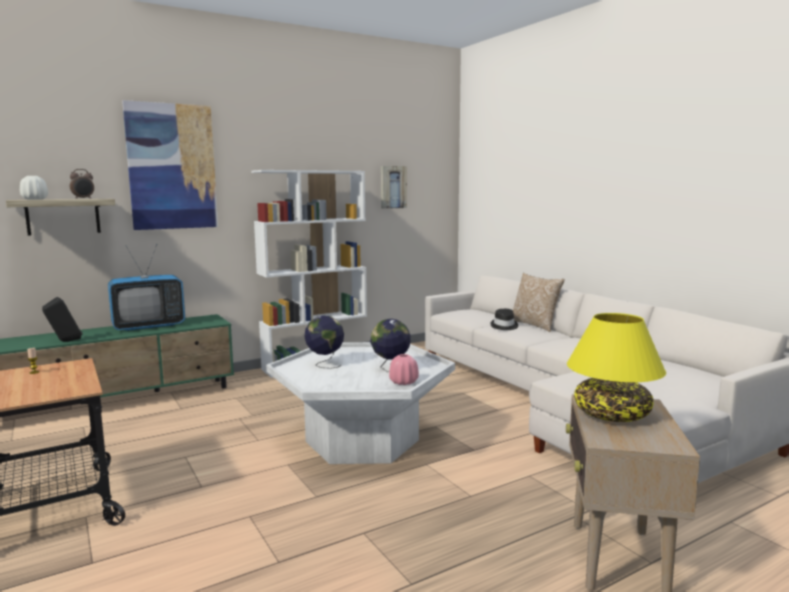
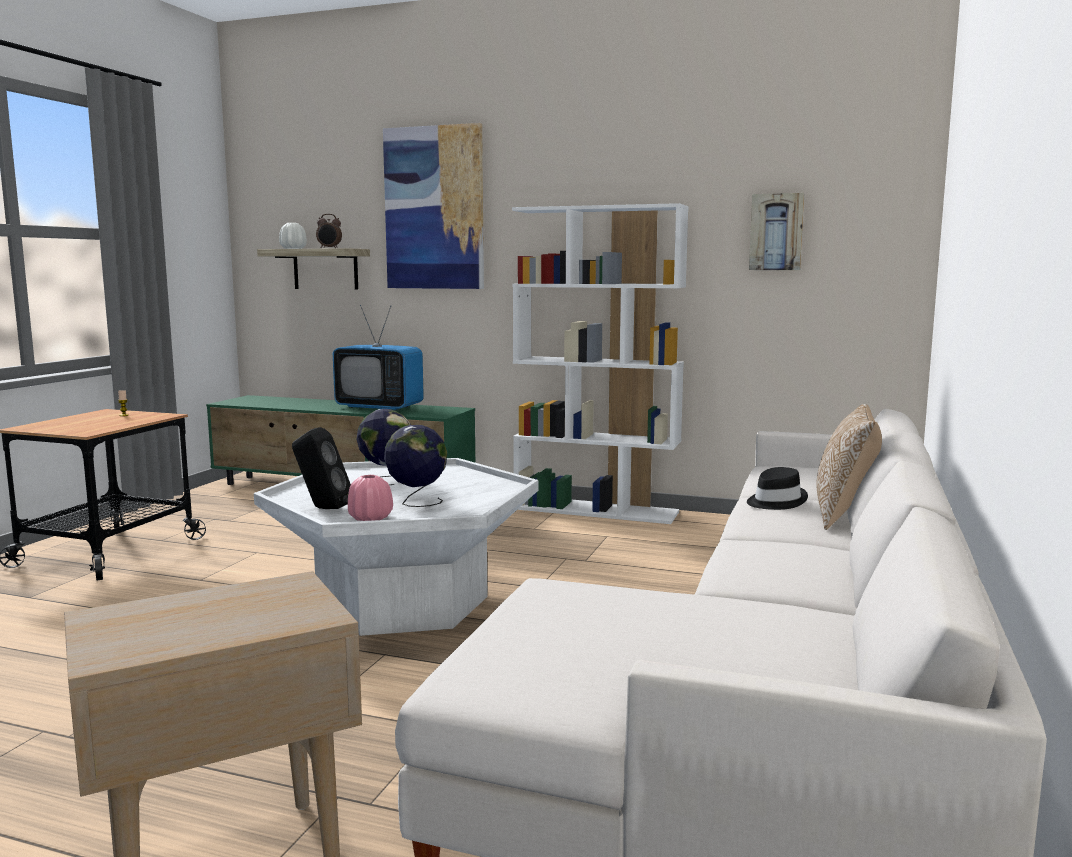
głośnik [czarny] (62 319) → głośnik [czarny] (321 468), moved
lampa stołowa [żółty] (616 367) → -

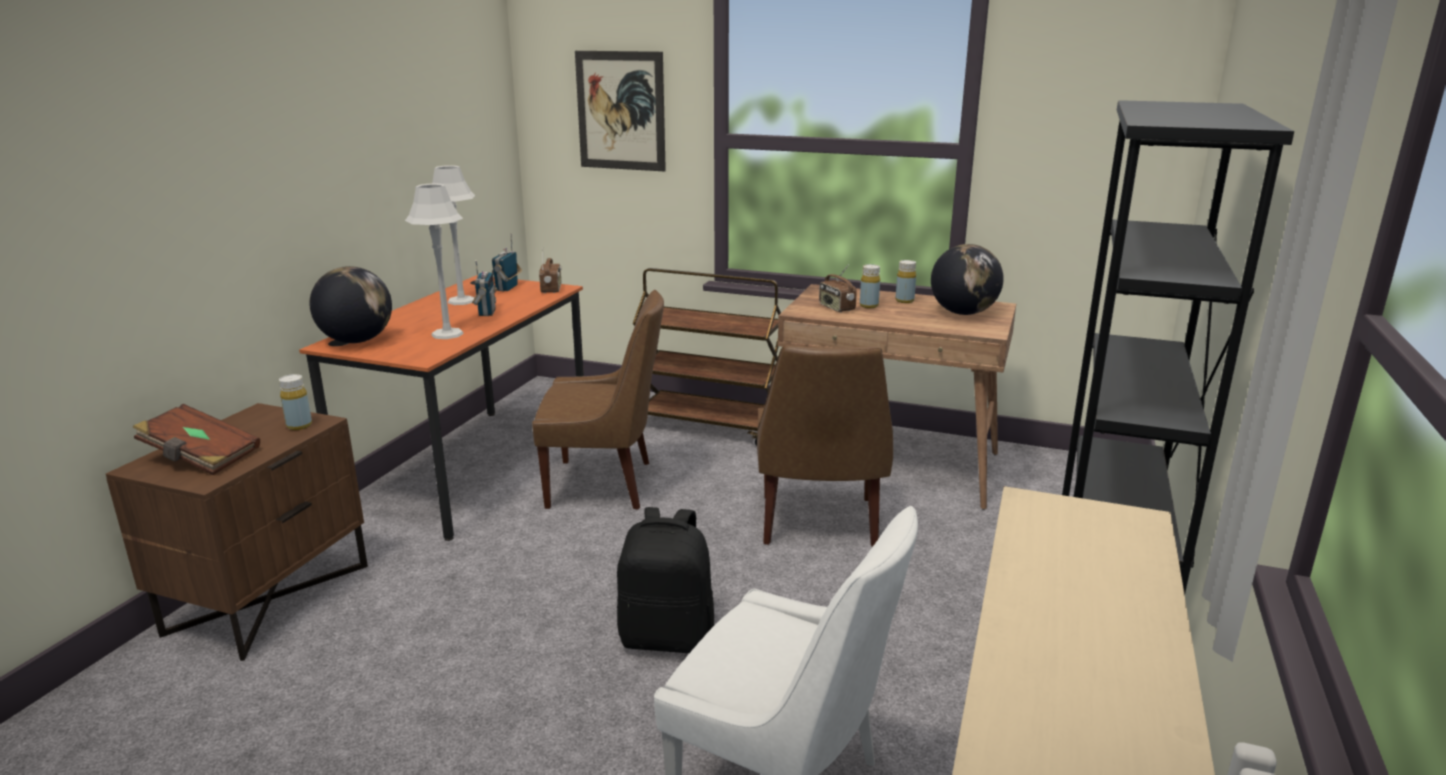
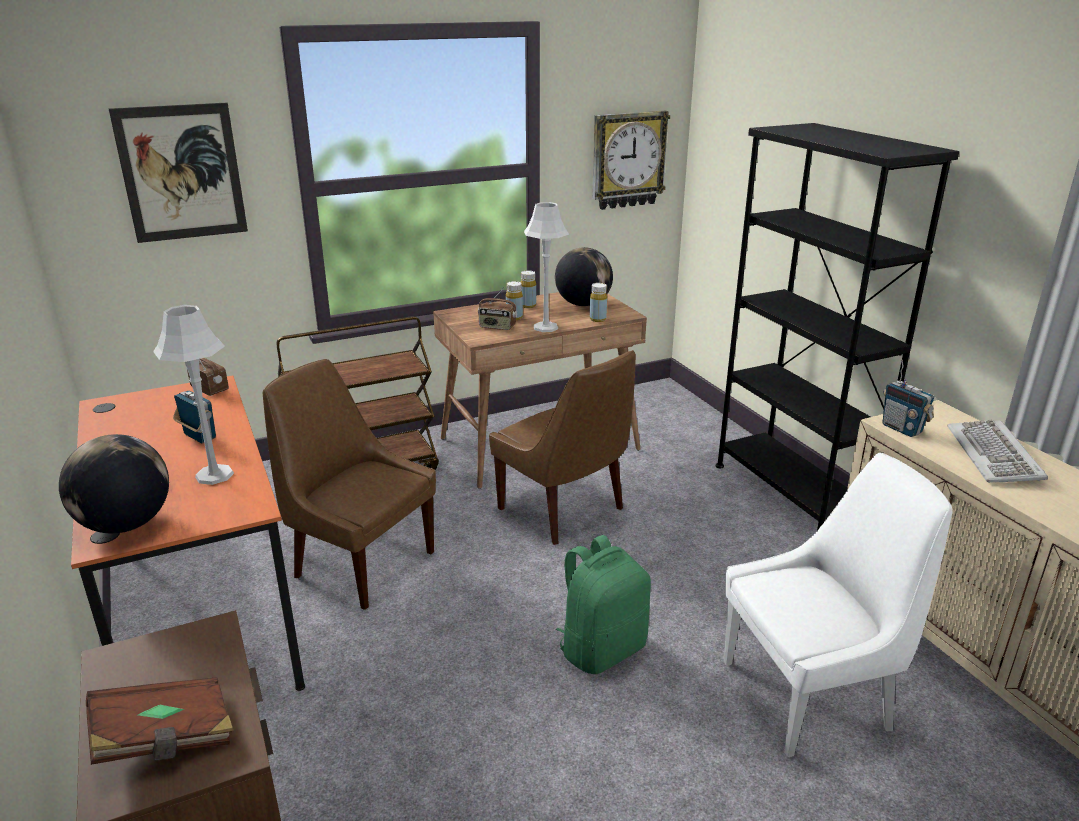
butelka [żółty] (295 402) → butelka [żółty] (598 302), moved
lampa stołowa [szary] (453 235) → lampa stołowa [szary] (546 267), moved
radio (507 262) → radio (908 398), moved
krzesło [brązowy] (598 400) → krzesło [brązowy] (349 484), 105 degrees counterclockwise
plecak [czarny] (665 580) → plecak [zielony] (603 604)
- → zegar ścienny (631 160)
- → klawiatura (997 451)

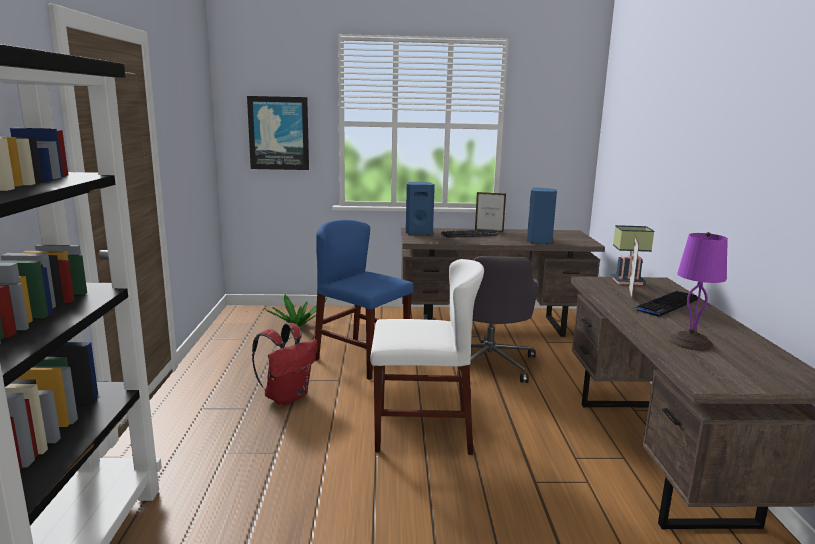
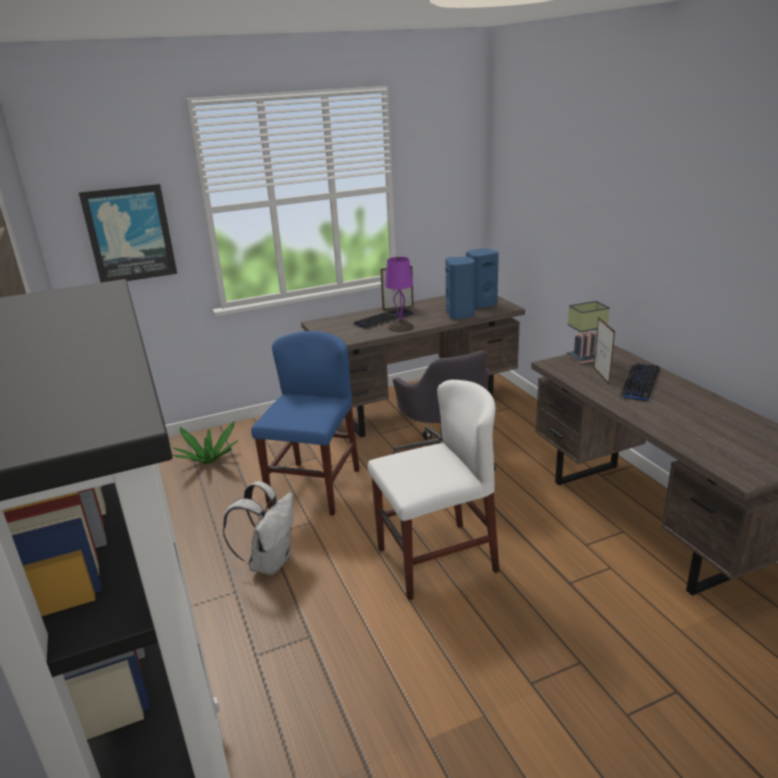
plecak [czerwony] (285 364) → plecak [biały] (258 528)
krzesło [niebieski] (364 300) → krzesło [niebieski] (305 423), 90 degrees clockwise
głośnik [niebieski] (420 208) → głośnik [niebieski] (482 279), moved
lampa stołowa [fioletowy] (698 291) → lampa stołowa [fioletowy] (399 294), moved

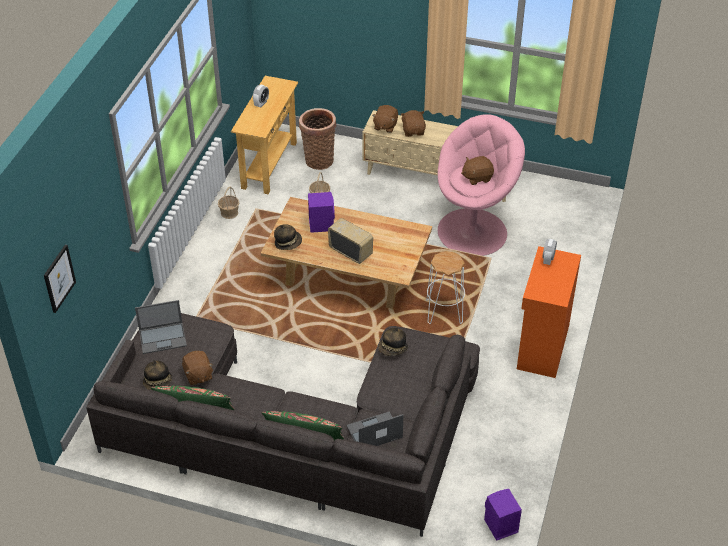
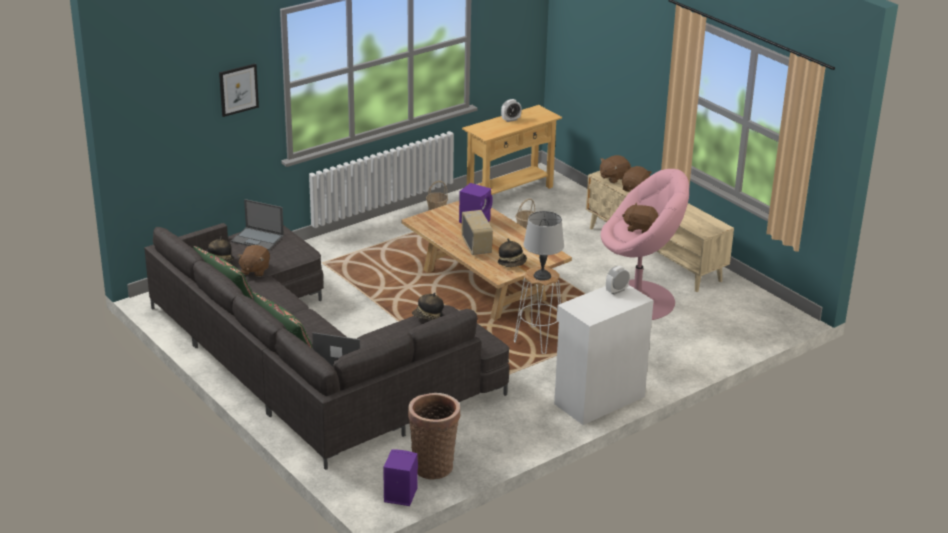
obraz (60 279) → obraz (239 90), moved
kapelusz (288 237) → kapelusz (512 253), moved
koszyk (317 139) → koszyk (434 436), moved
szafka [pomarańczowy] (549 312) → szafka [biały] (604 355)
- → lampa stołowa [szary] (544 246)

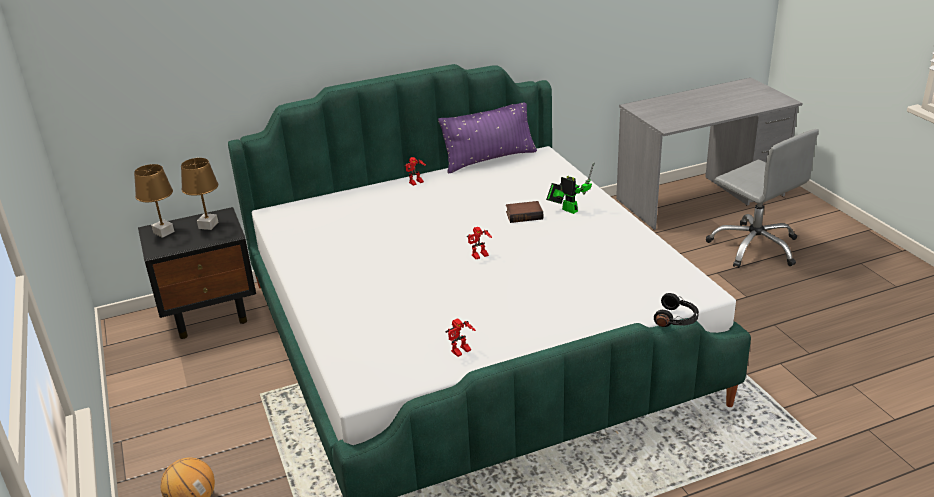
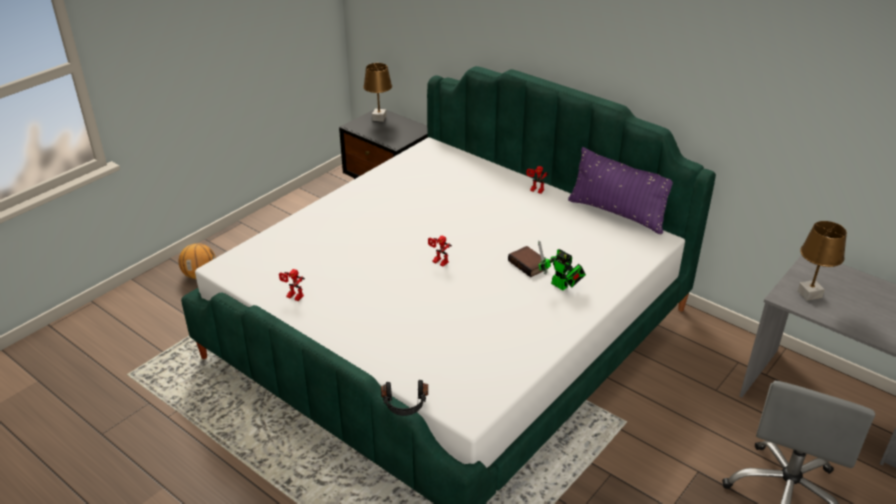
lampa stołowa [brązowy] (200 194) → lampa stołowa [brązowy] (822 261), moved
robot zabawkowy (570 188) → robot zabawkowy (562 265), 120 degrees clockwise

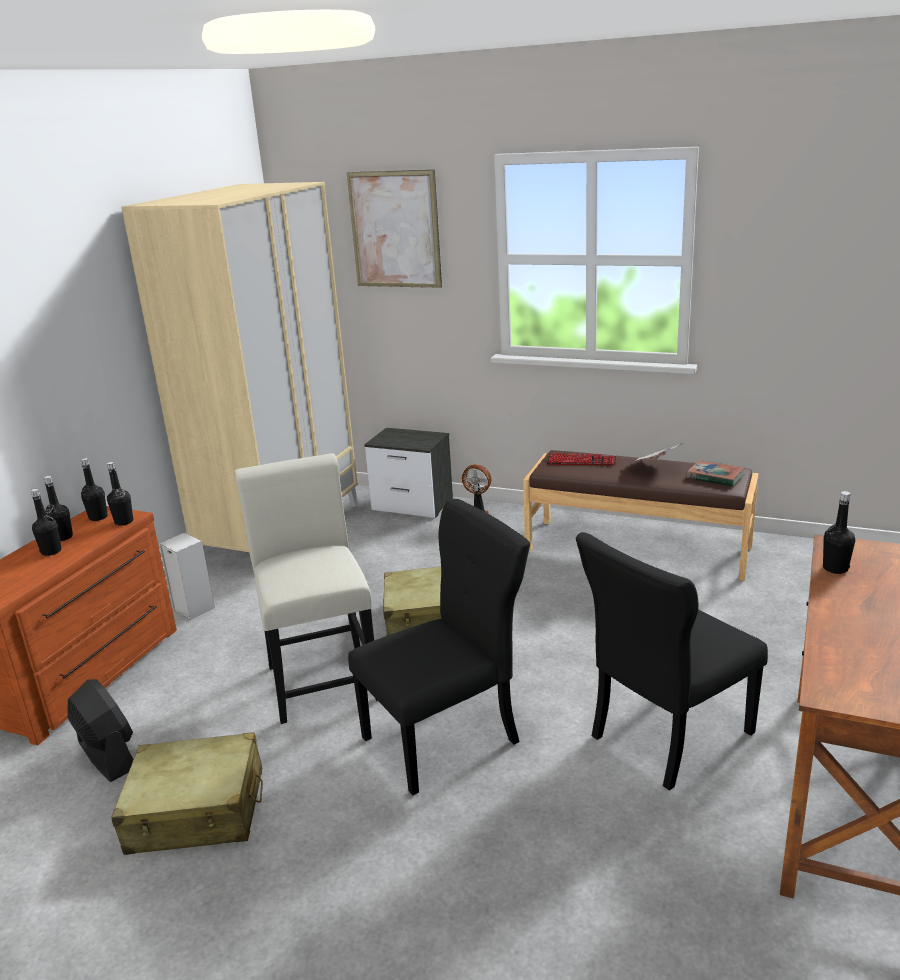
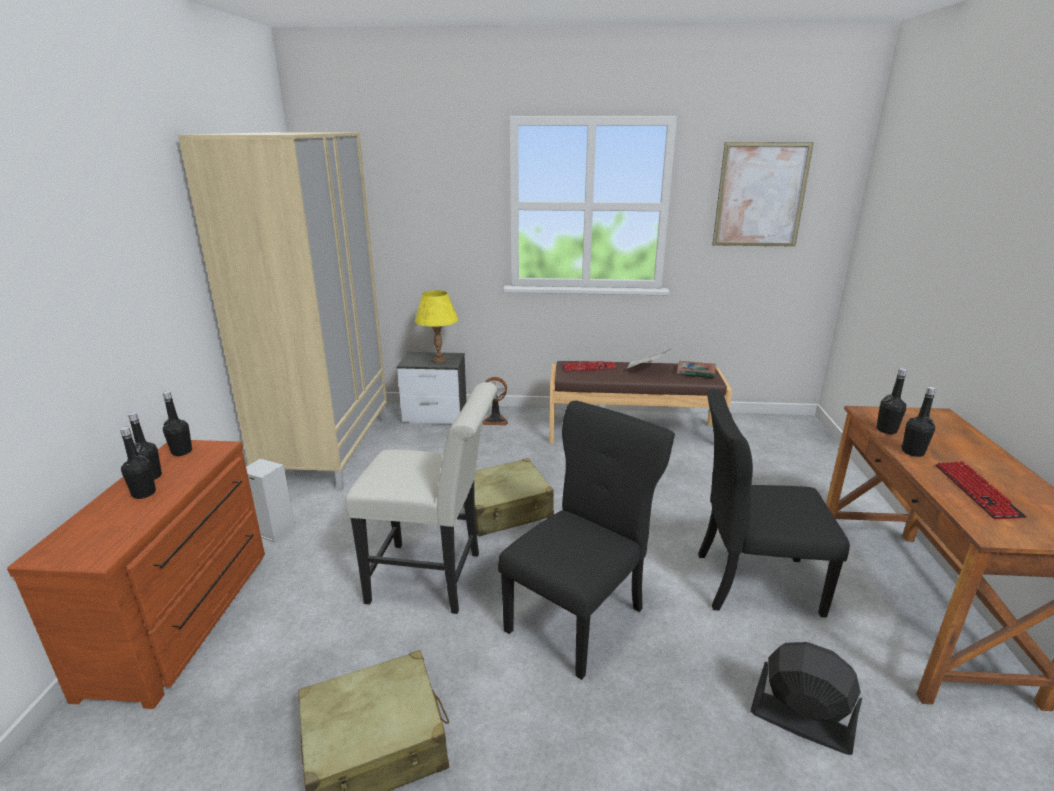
wentylator [czarny] (100 730) → wentylator [czarny] (806 698), moved
butelka [czarny] (120 494) → butelka [czarny] (918 422), moved
krzesło [biały] (306 588) → krzesło [biały] (421 498), 135 degrees clockwise
obraz (394 229) → obraz (763 194), moved
krzesło [czarny] (672 661) → krzesło [czarny] (774 503), 60 degrees clockwise
- → lampa stołowa [żółty] (436 326)
- → klawiatura (981 490)

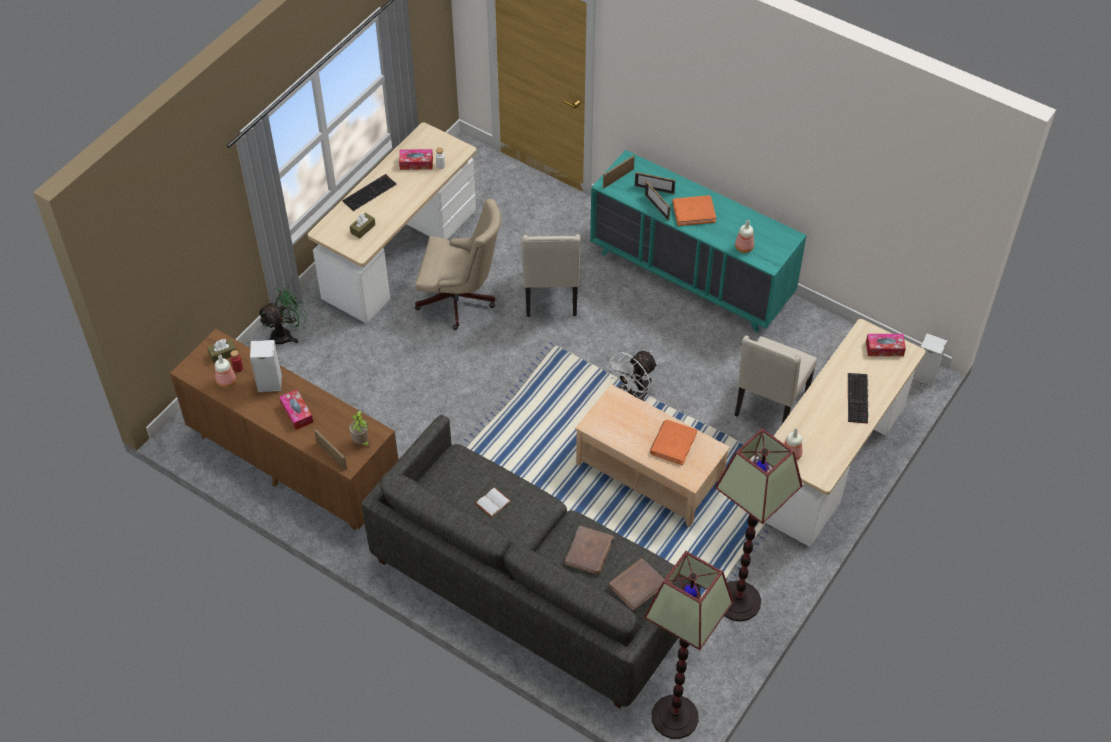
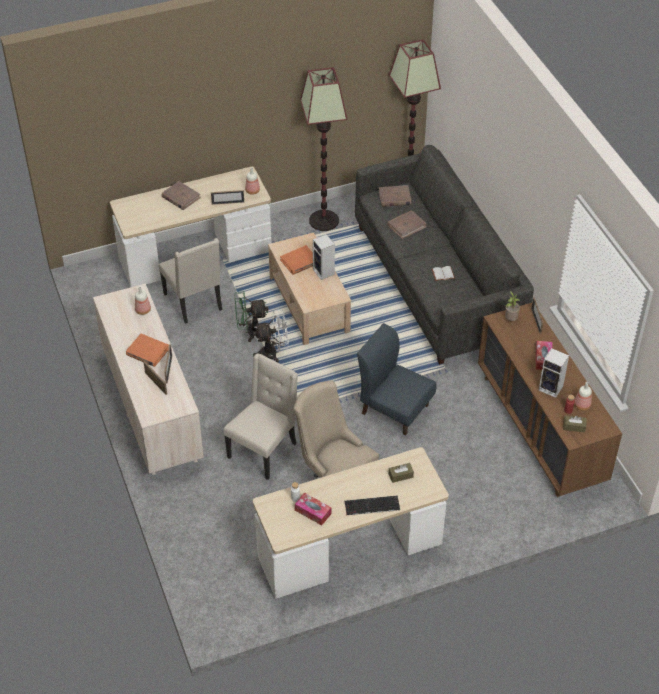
wentylator [zielony] (282 314) → wentylator [zielony] (251 316), moved
komoda [turkusowy] (698 241) → komoda [beżowy] (148 379)
ramka na zdjęcie (619 171) → ramka na zdjęcie (227 197), moved
krzesło [beżowy] (776 379) → krzesło [beżowy] (190 281), 90 degrees clockwise
klawiatura (858 398) → książka [brązowy] (181 195)
pudełko chusteczek (886 345) → -
głośnik (930 359) → głośnik (324 257), moved
- → krzesło [niebieski] (396 379)

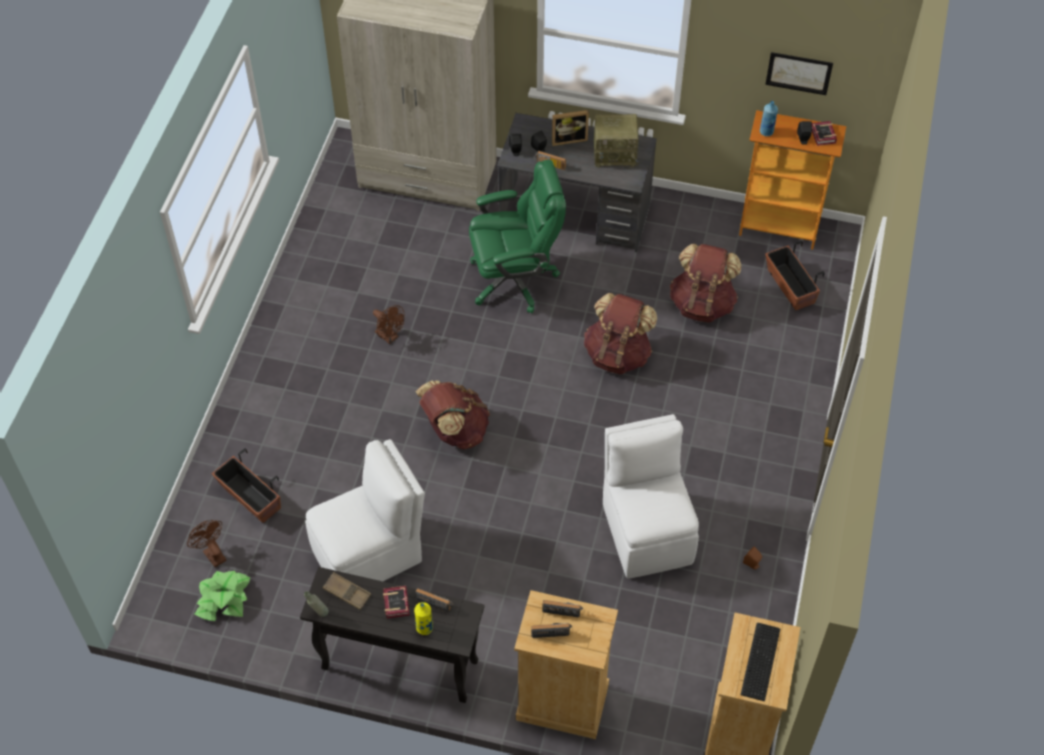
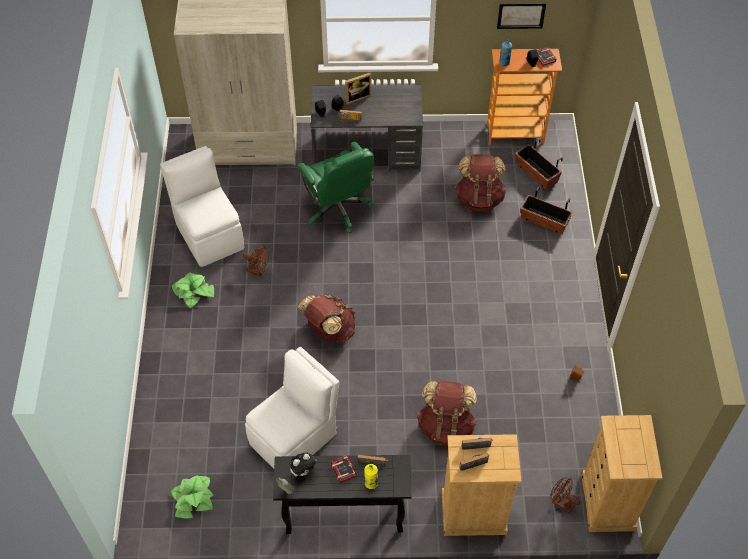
wentylator [brązowy] (206 543) → wentylator [brązowy] (565 495), moved
donica (246 485) → donica (546 210), moved
taca [brązowy] (347 591) → pluszak (303 464)
krzesło biurowe [zielony] (517 236) → krzesło biurowe [zielony] (335 188), 90 degrees clockwise
plecak [brązowy] (620 333) → plecak [brązowy] (447 413), moved
radio (616 141) → -
krzesło [biały] (651 496) → krzesło [biały] (202 206), moved
klawiatura (760 662) → -
- → roślina doniczkowa (193 290)

